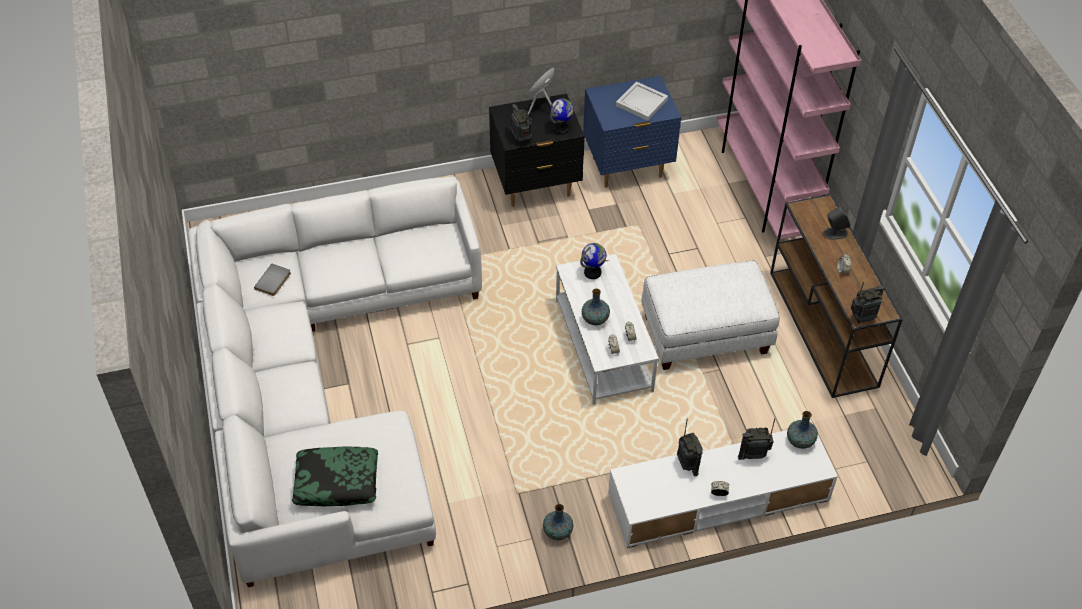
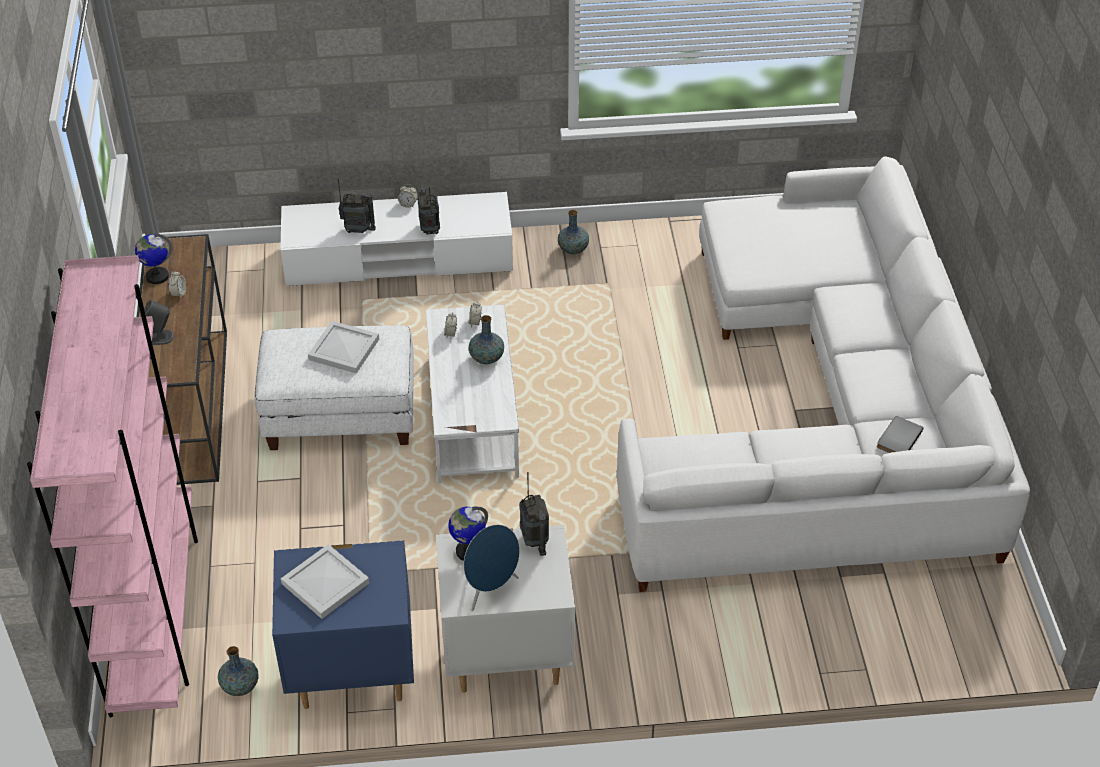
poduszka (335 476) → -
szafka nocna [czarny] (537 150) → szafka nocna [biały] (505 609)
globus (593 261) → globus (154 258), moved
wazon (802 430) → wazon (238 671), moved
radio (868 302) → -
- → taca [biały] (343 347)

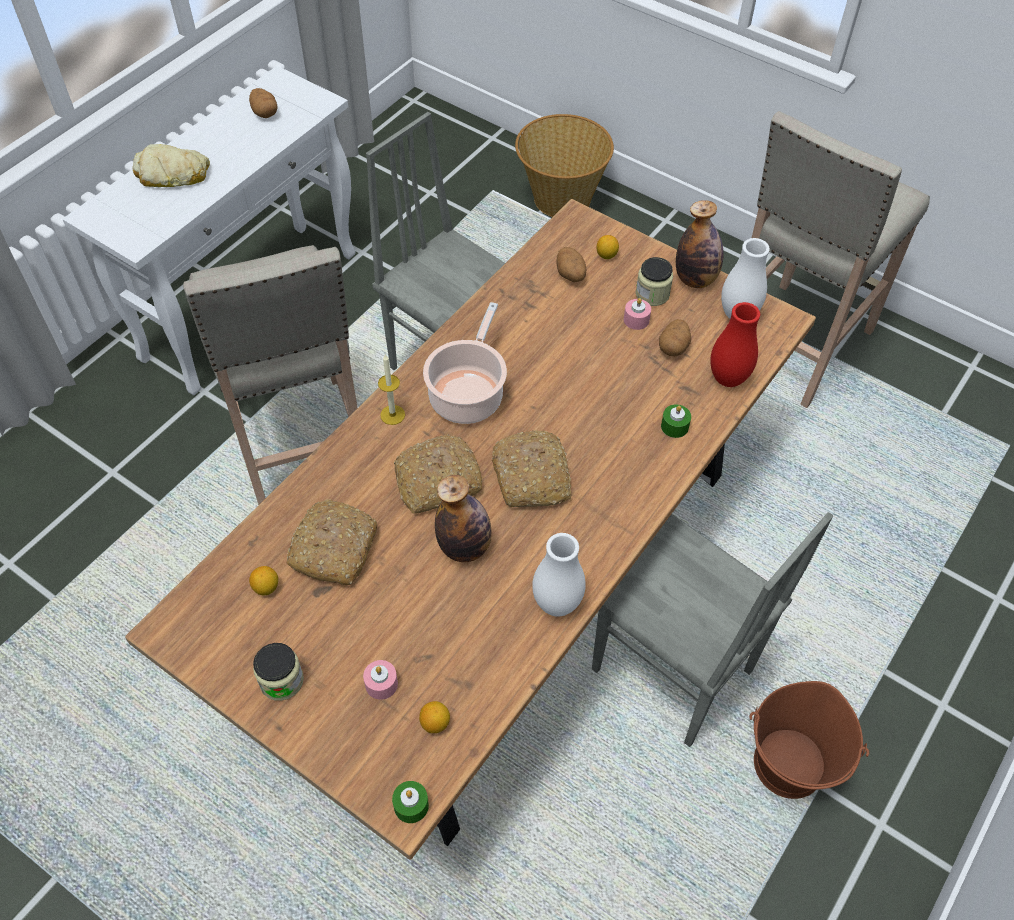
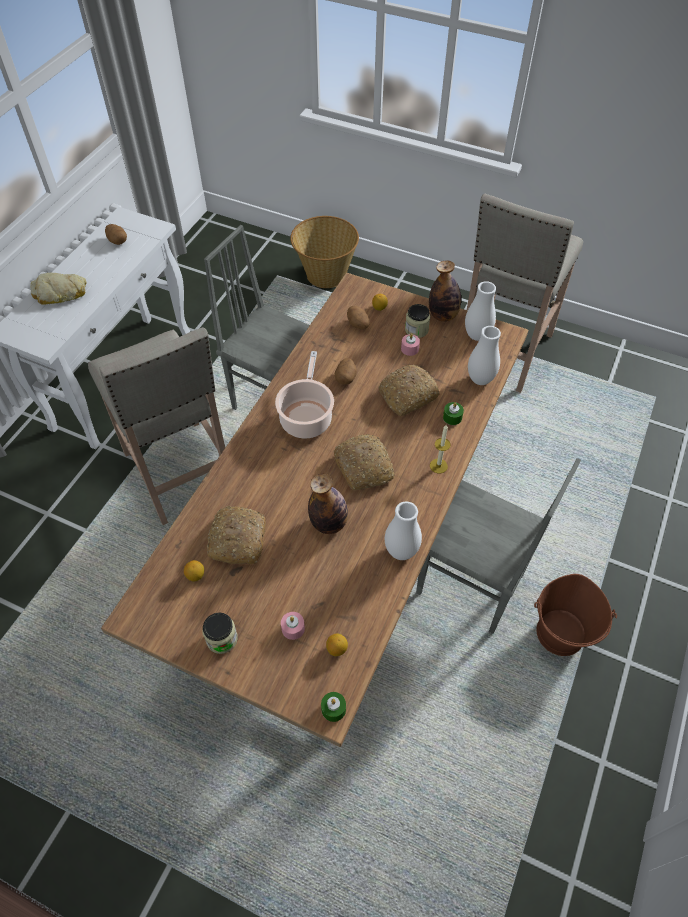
świeca (391 389) → świeca (440 449), moved
chleb (438 474) → chleb (409 390), moved
ziemniak (675 337) → ziemniak (345 371), moved
wazon [czerwony] (735 344) → wazon [biały] (484 355)

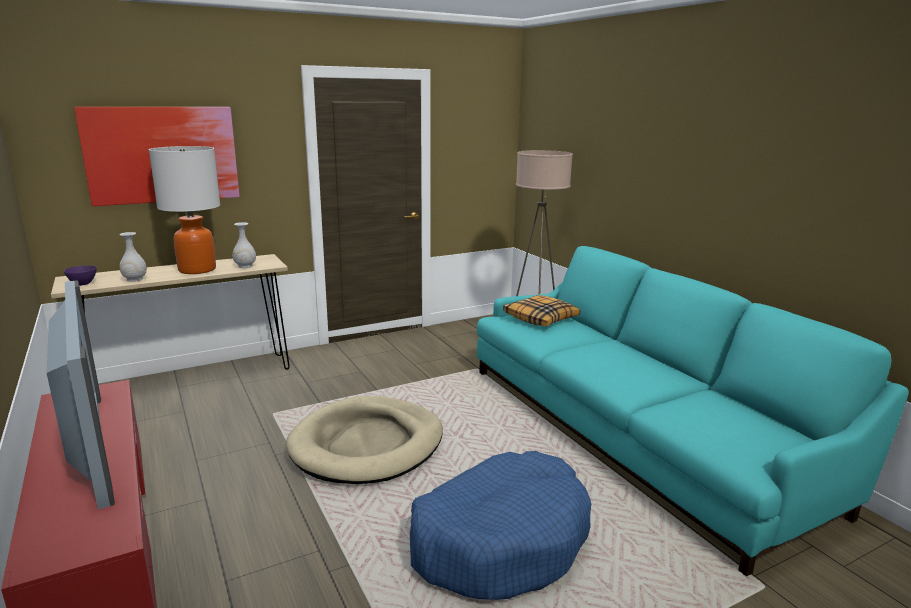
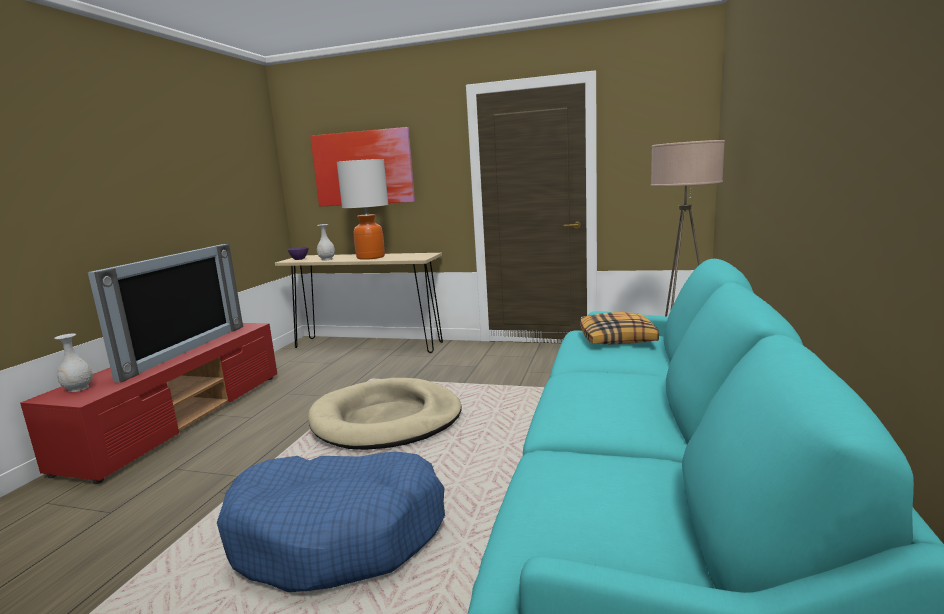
wazon [biały] (244 245) → wazon [biały] (73 362), moved

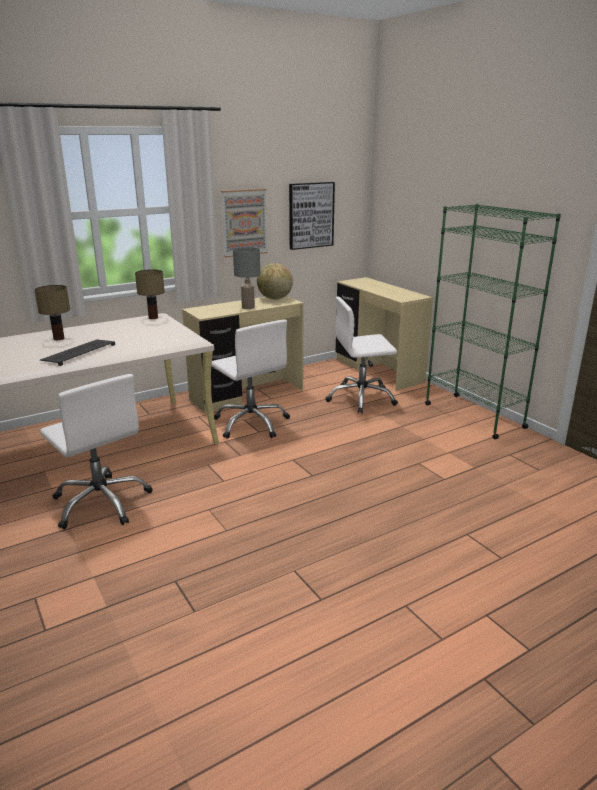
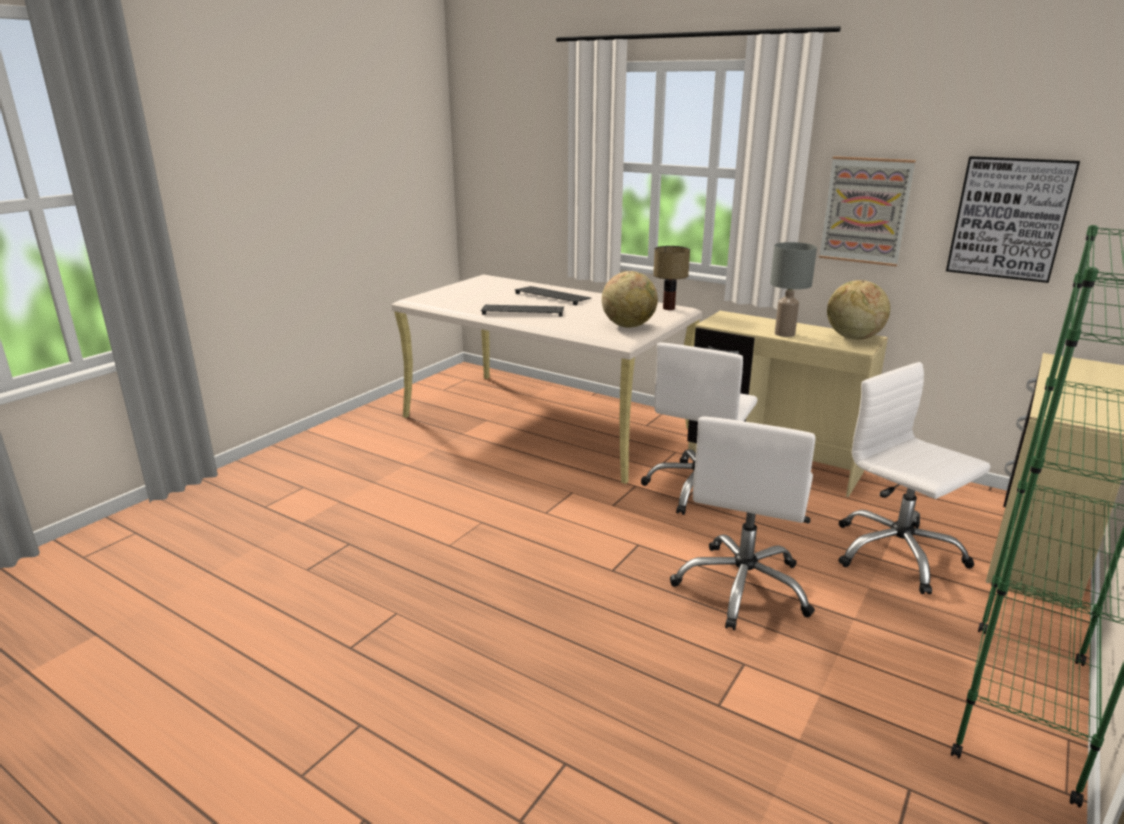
lampa stołowa (52 312) → klawiatura (553 295)
krzesło biurowe [biały] (96 451) → krzesło biurowe [biały] (742 523), moved
- → globus (630 299)

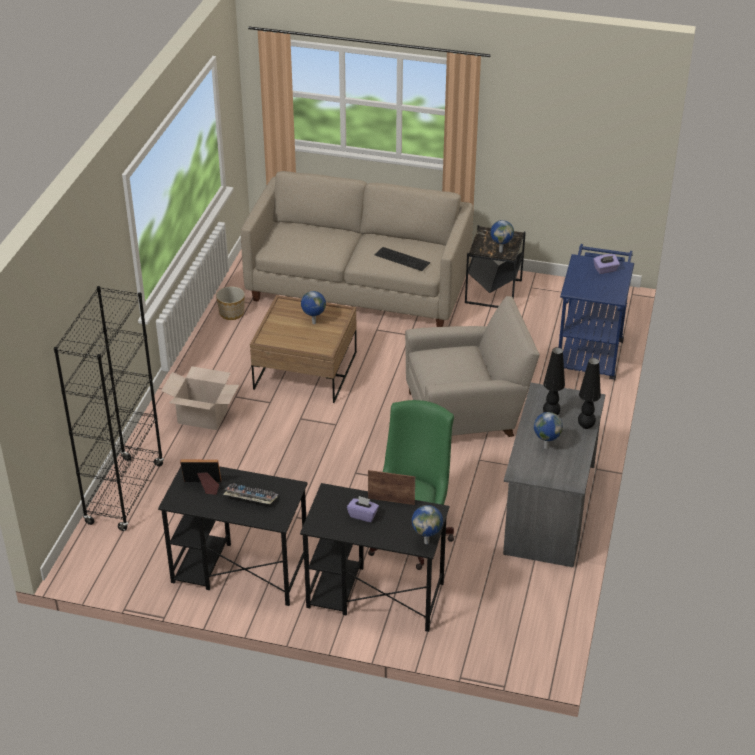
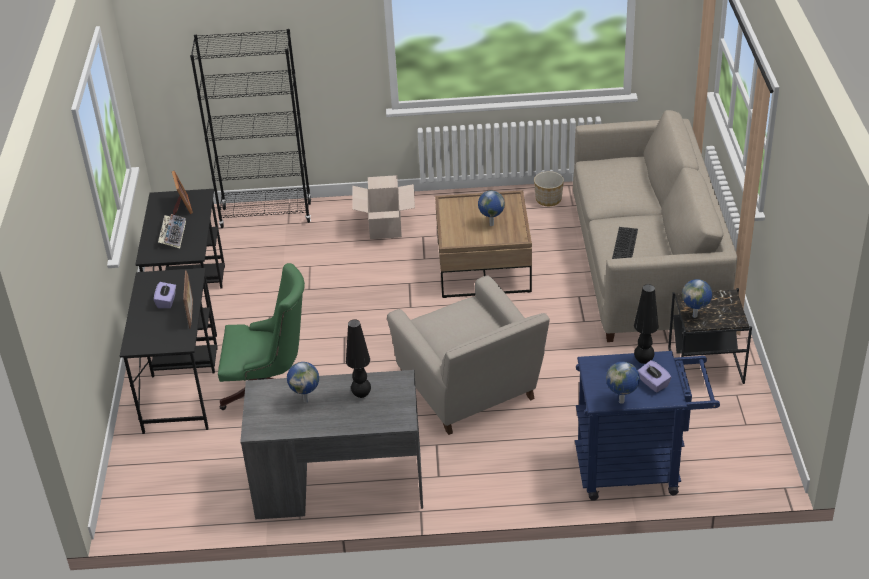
globus (427 524) → globus (623 383), moved
lampa stołowa [czarny] (589 393) → lampa stołowa [czarny] (646 324), moved

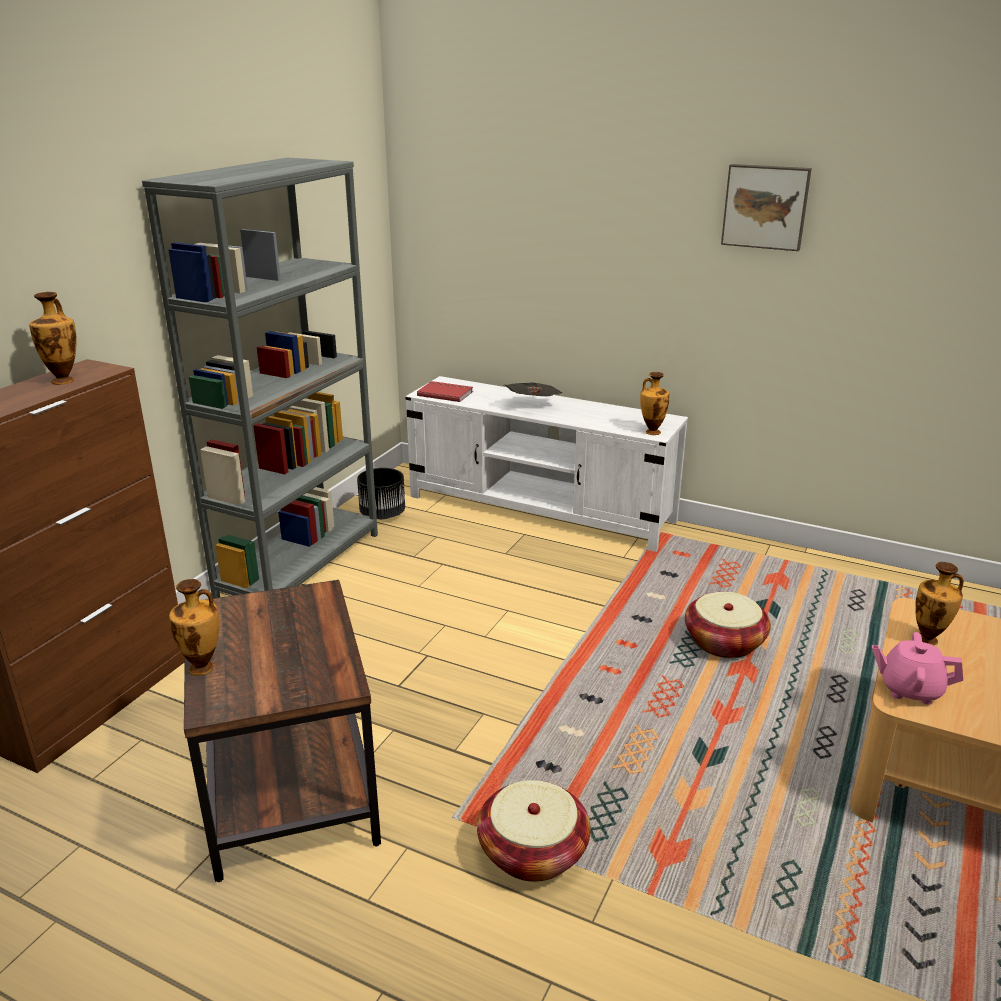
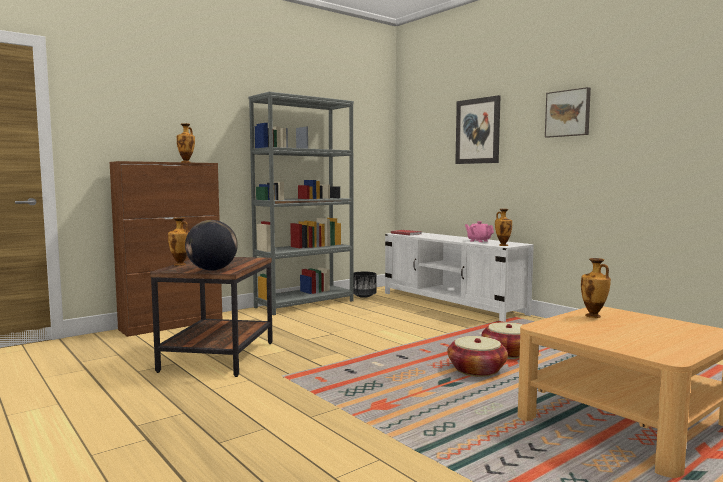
koszyk (534 831) → koszyk (477 356), moved
gazeta (533 389) → -
imbryk [różowy] (917 668) → imbryk [różowy] (479 231), moved
- → globus (211 245)
- → obraz (478 129)

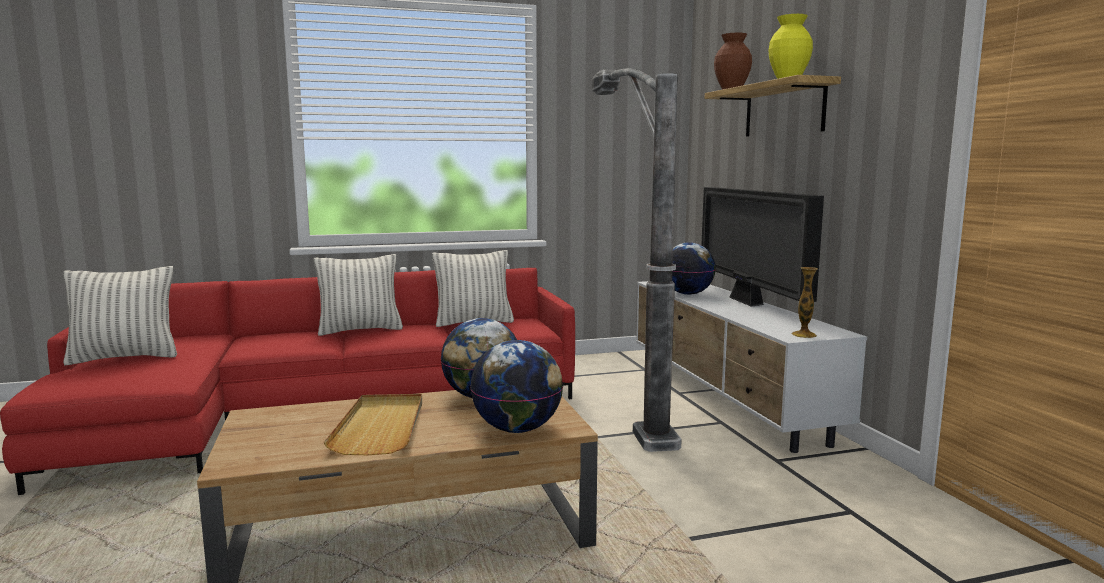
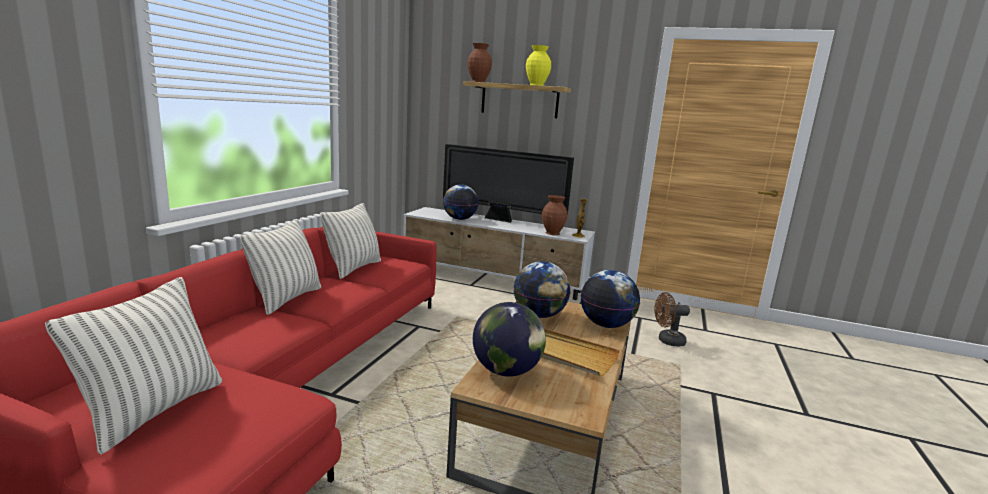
lampa stojąca (637 260) → -
- → globus (509 339)
- → wazon [brązowy] (555 215)
- → wentylator [brązowy] (672 319)

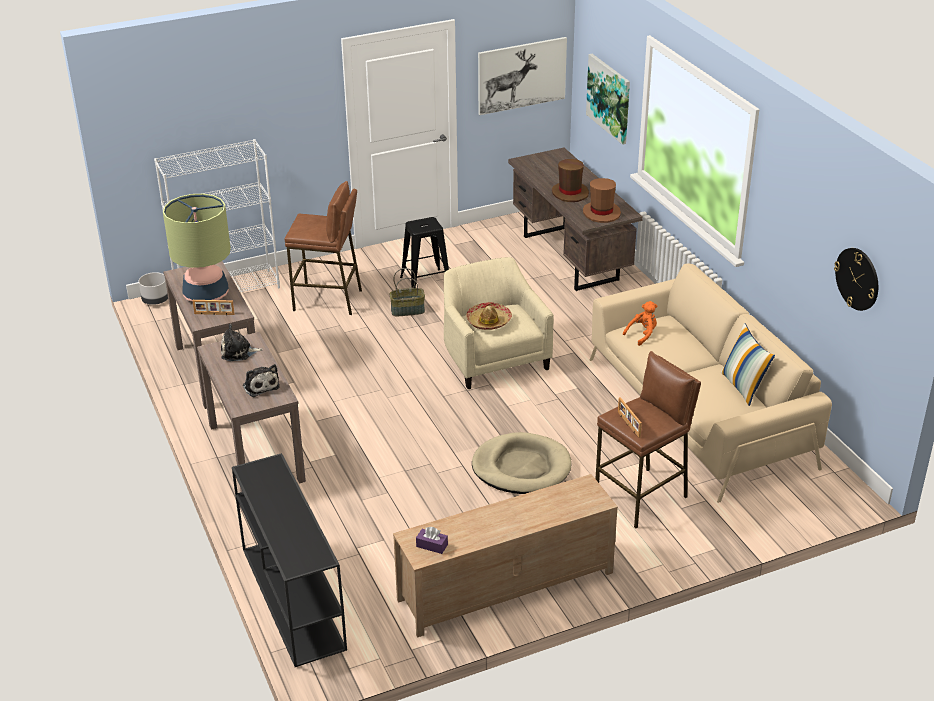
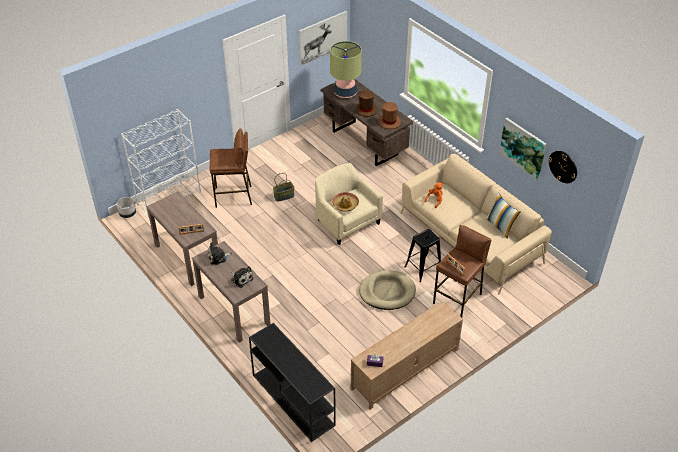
lampa stołowa (197 248) → lampa stołowa (346 69), moved
stołek [czarny] (424 252) → stołek [czarny] (423 255), moved
obraz (608 99) → obraz (522 149), moved

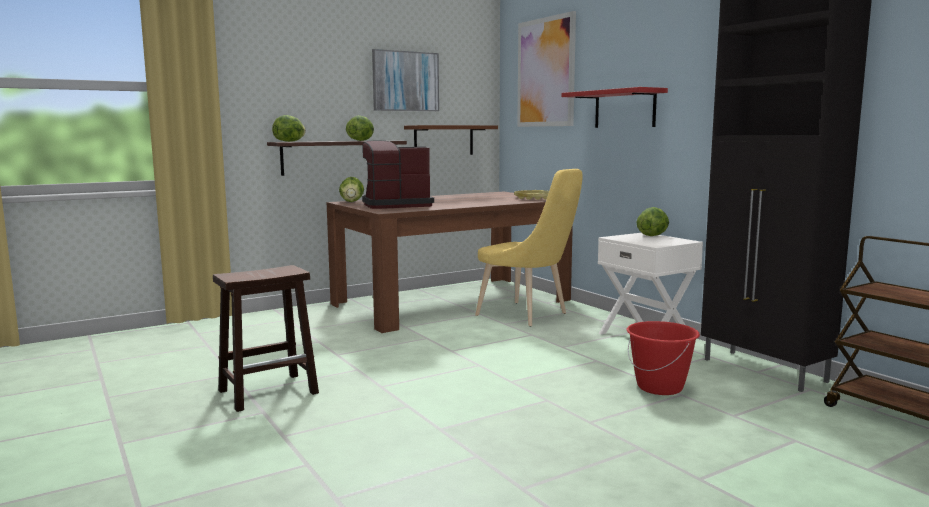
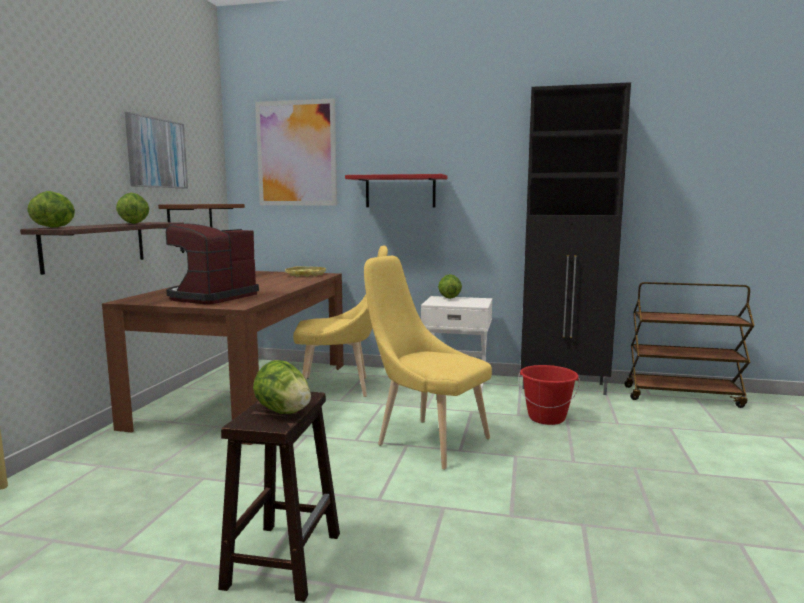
sałata (351 189) → sałata (282 387), moved
- → krzesło [żółty] (428 363)

